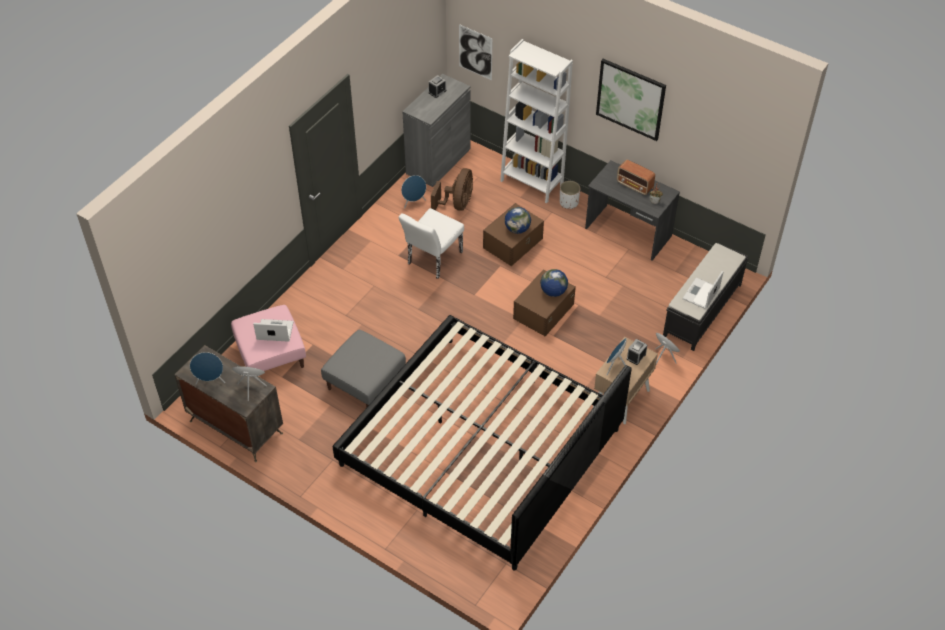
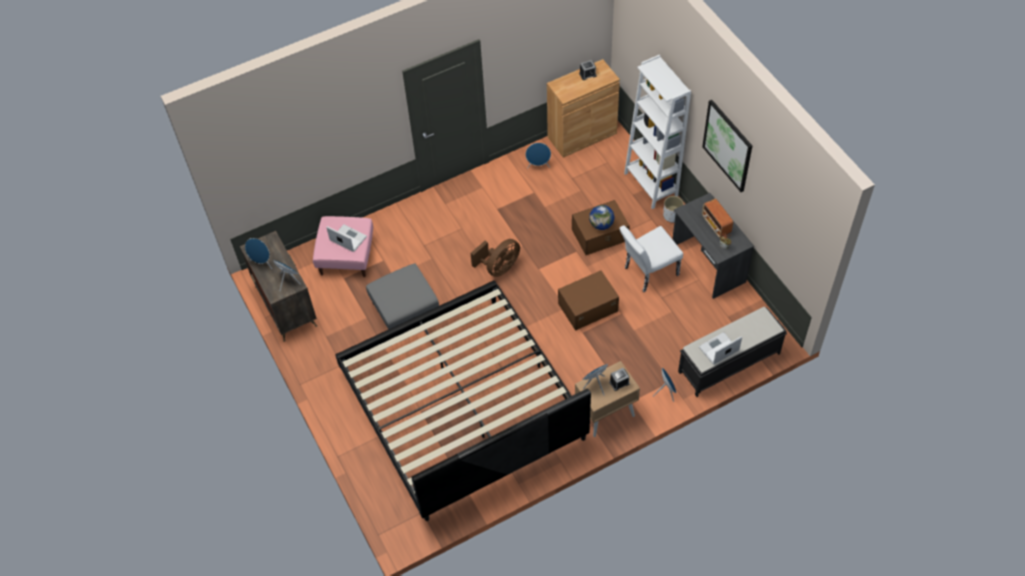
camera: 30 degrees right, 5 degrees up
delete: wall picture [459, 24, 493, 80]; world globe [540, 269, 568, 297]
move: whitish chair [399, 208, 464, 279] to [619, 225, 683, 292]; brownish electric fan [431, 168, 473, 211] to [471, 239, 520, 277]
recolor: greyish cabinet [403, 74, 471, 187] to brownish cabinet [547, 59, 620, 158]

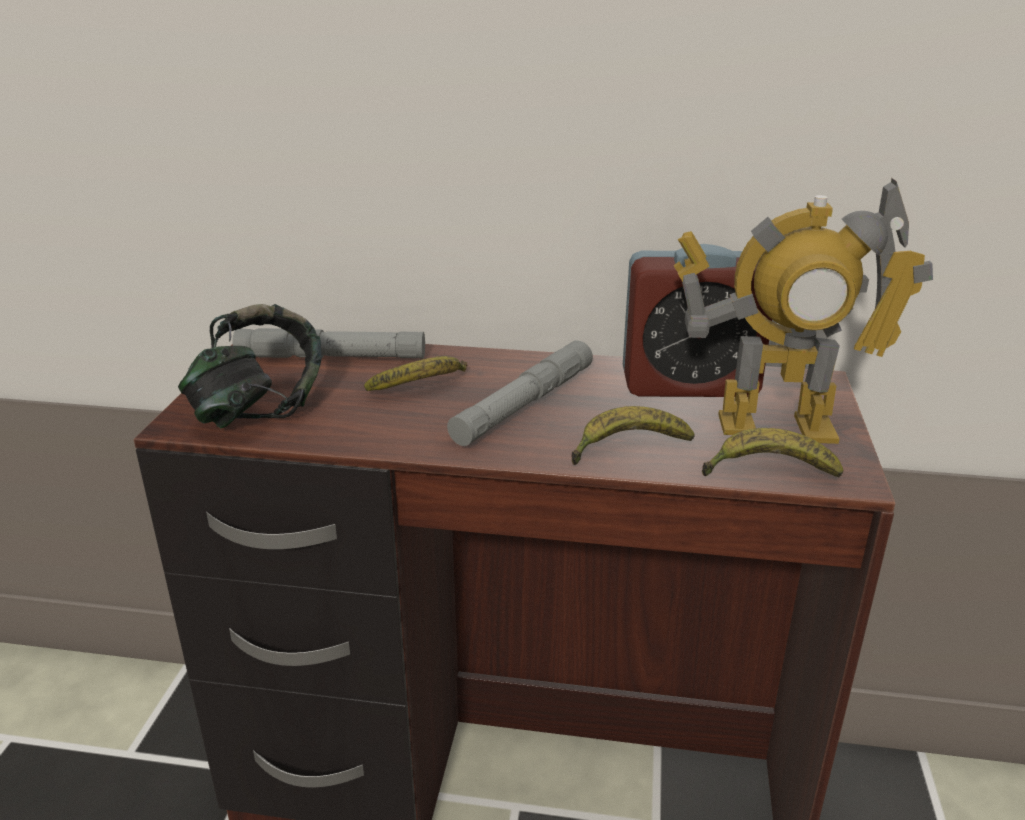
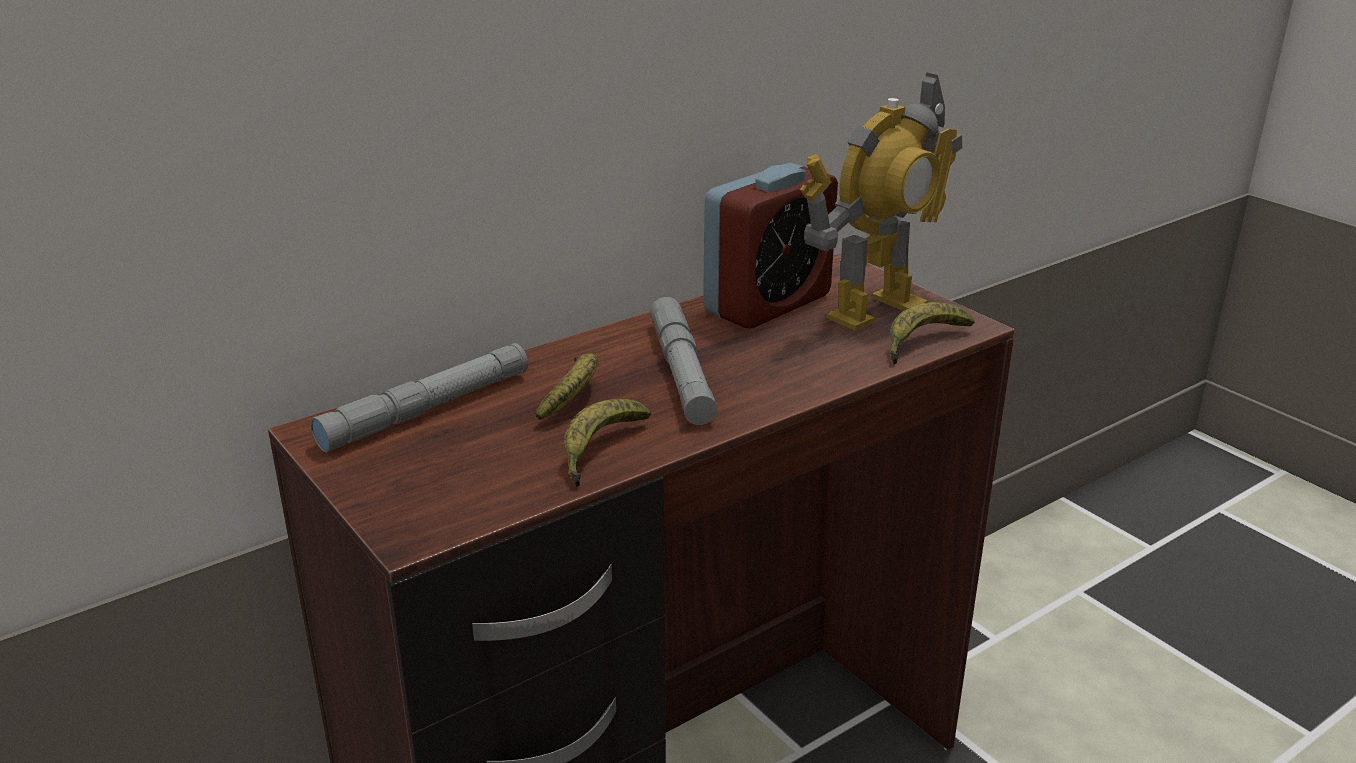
camera: 45 degrees left, 0 degrees up
delete: headset [178, 304, 322, 428]
move: whole banana [571, 406, 694, 465] to [564, 399, 651, 487]

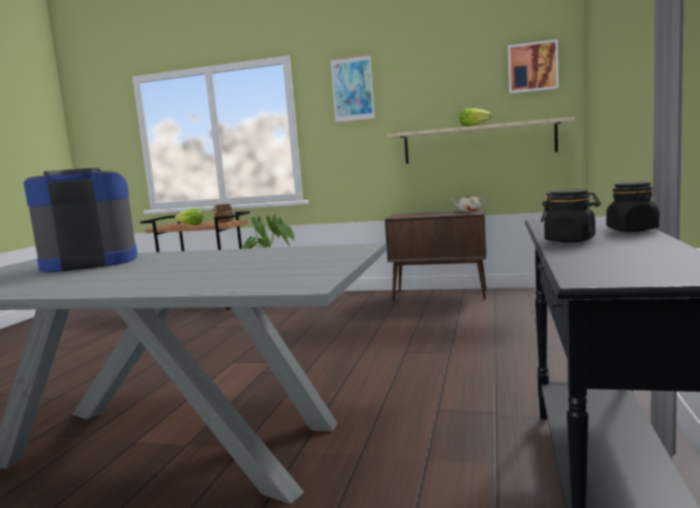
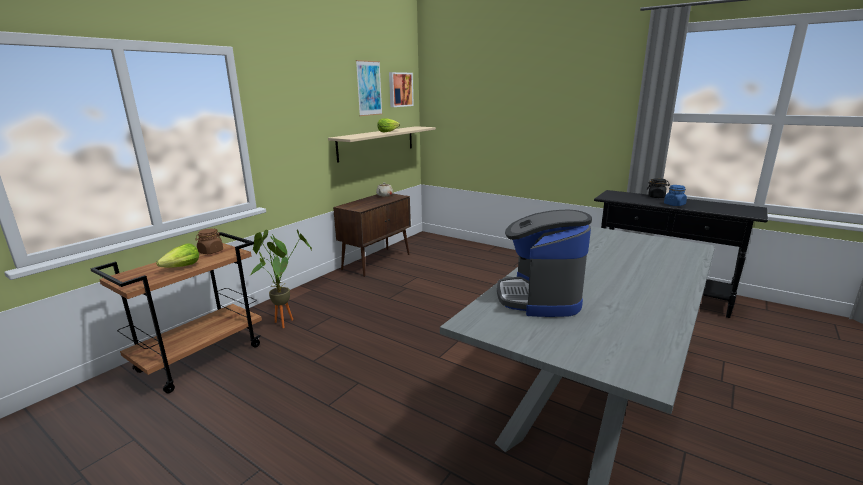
camera: 70 degrees left, 10 degrees up
move: wall picture [330, 54, 375, 123] to [356, 60, 383, 116]
recolor: black jar [541, 189, 601, 243] to blue-coloured jar [664, 185, 687, 206]

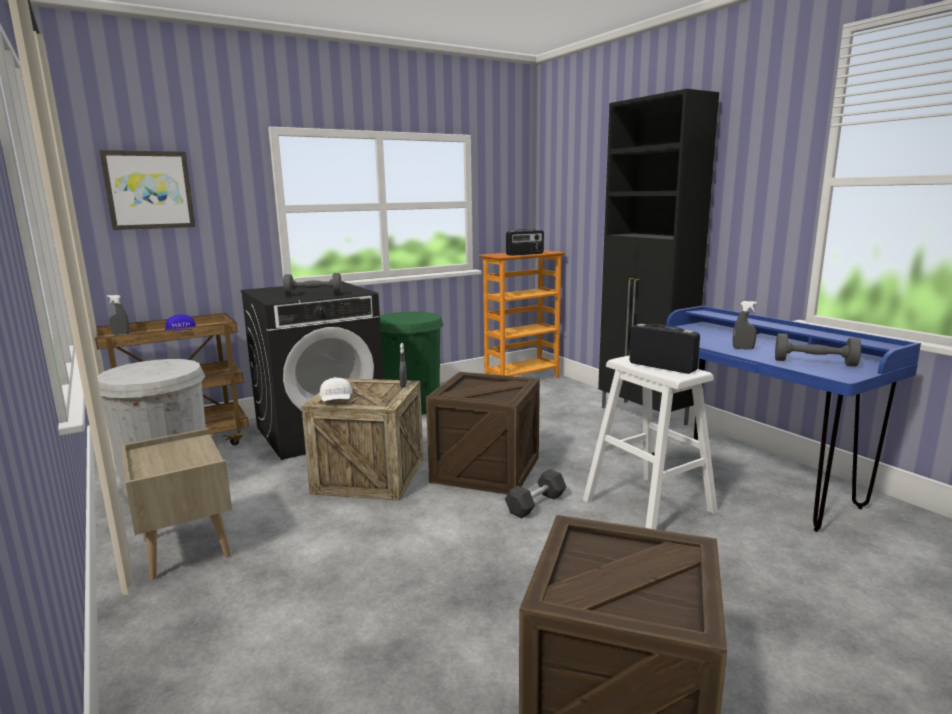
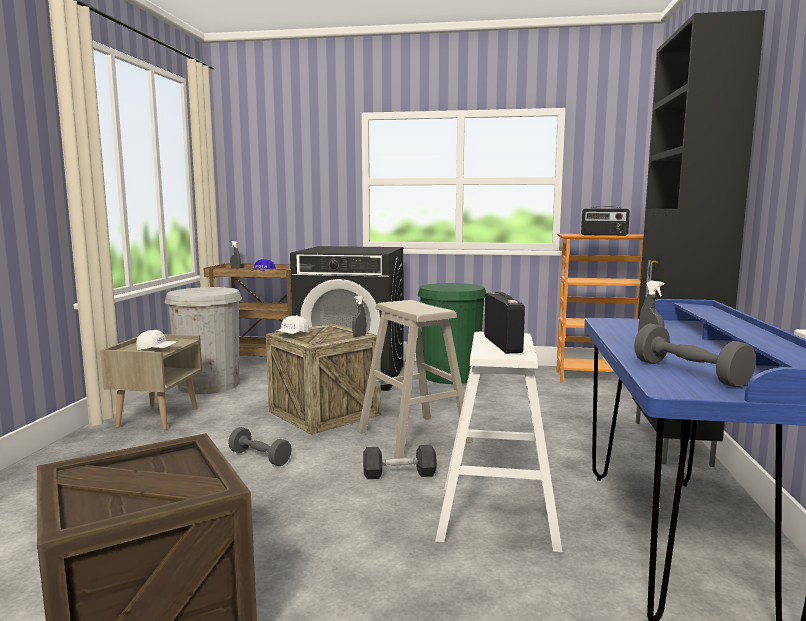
camera: 40 degrees right, 5 degrees down
delete: wall picture [99, 150, 196, 230]
insert: whitish baseball cap [136, 330, 178, 351]
move: greyish free weight [283, 273, 342, 296] to [228, 427, 292, 466]
replace: packing crate [426, 372, 540, 494] to sand-coloured stool [358, 300, 473, 459]

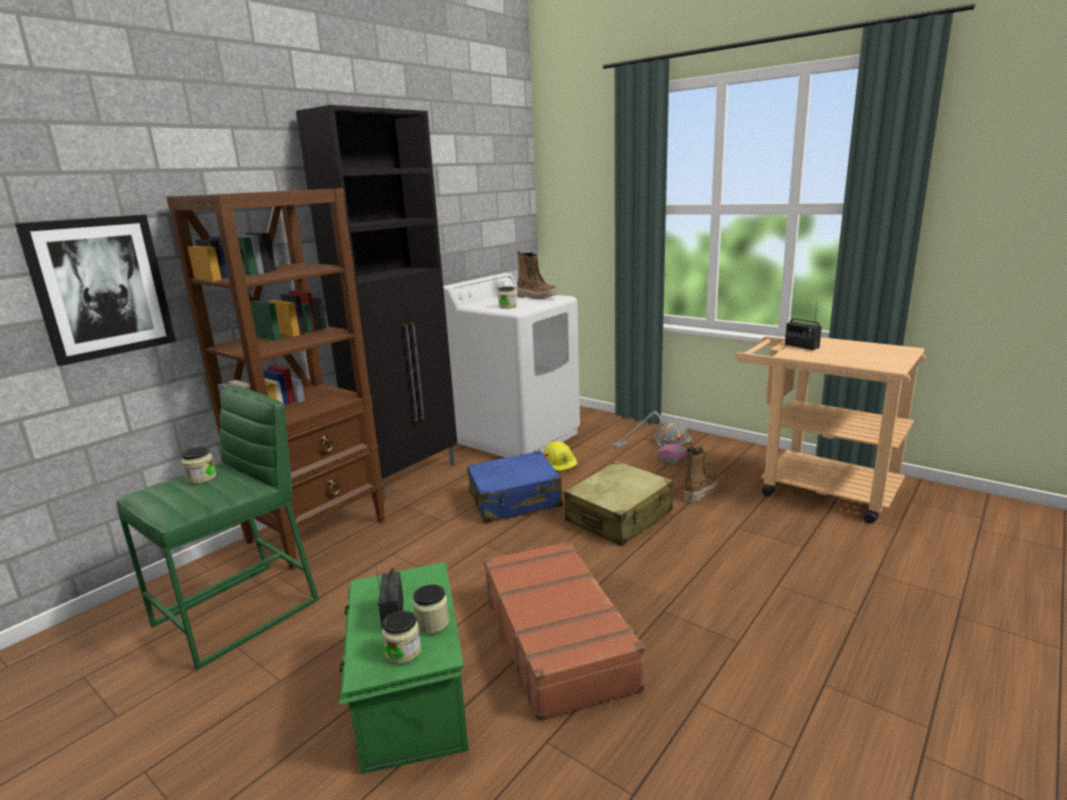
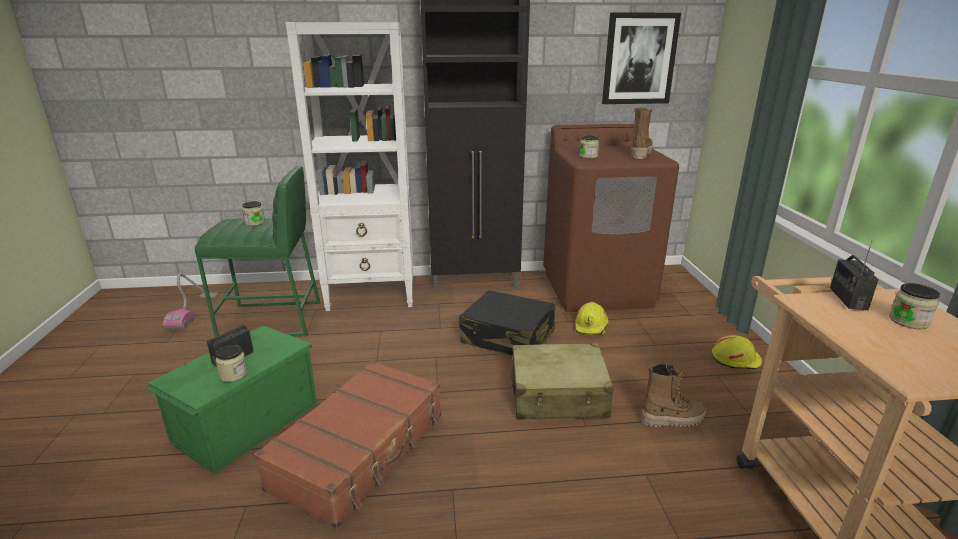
camera: 45 degrees right, 5 degrees up
move: wall picture [15, 215, 176, 366] to [602, 13, 681, 104]; jar [382, 611, 421, 664] to [889, 283, 940, 329]; hoover [612, 411, 687, 465] to [163, 273, 218, 330]
recolor: brownish shelving unit [166, 188, 386, 570] to whitish shelving unit [286, 22, 413, 311]; whitish laundry appliance [443, 273, 580, 458] to brownish laundry appliance [543, 124, 679, 312]; blue-coloured suitcase [467, 451, 563, 523] to black suitcase [459, 290, 555, 356]; greyish hard hat [658, 422, 693, 446] to yellow-coloured hard hat [712, 335, 762, 370]
rotate: boot [517, 251, 557, 299] = [631, 107, 653, 159] 150 degrees counterclockwise

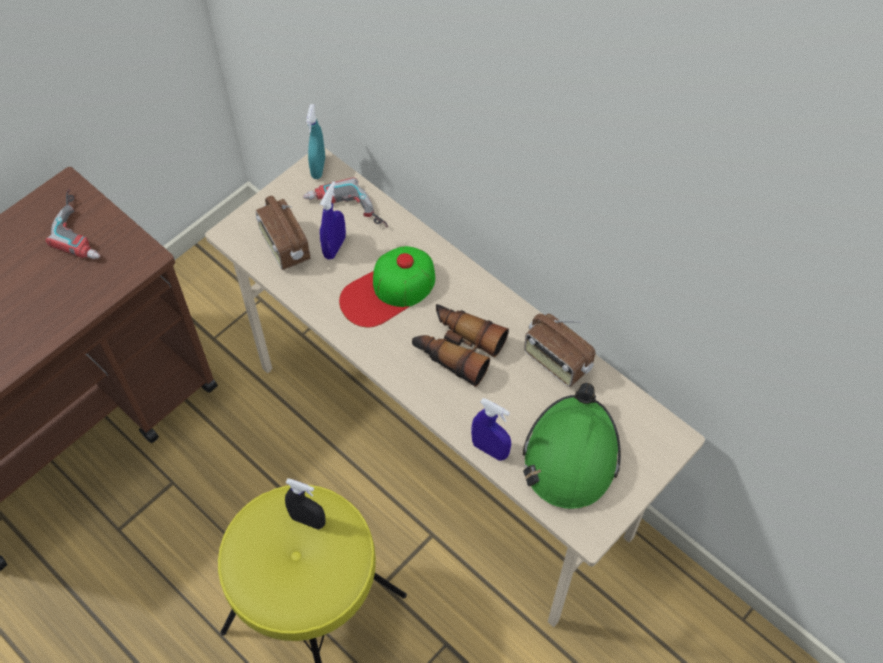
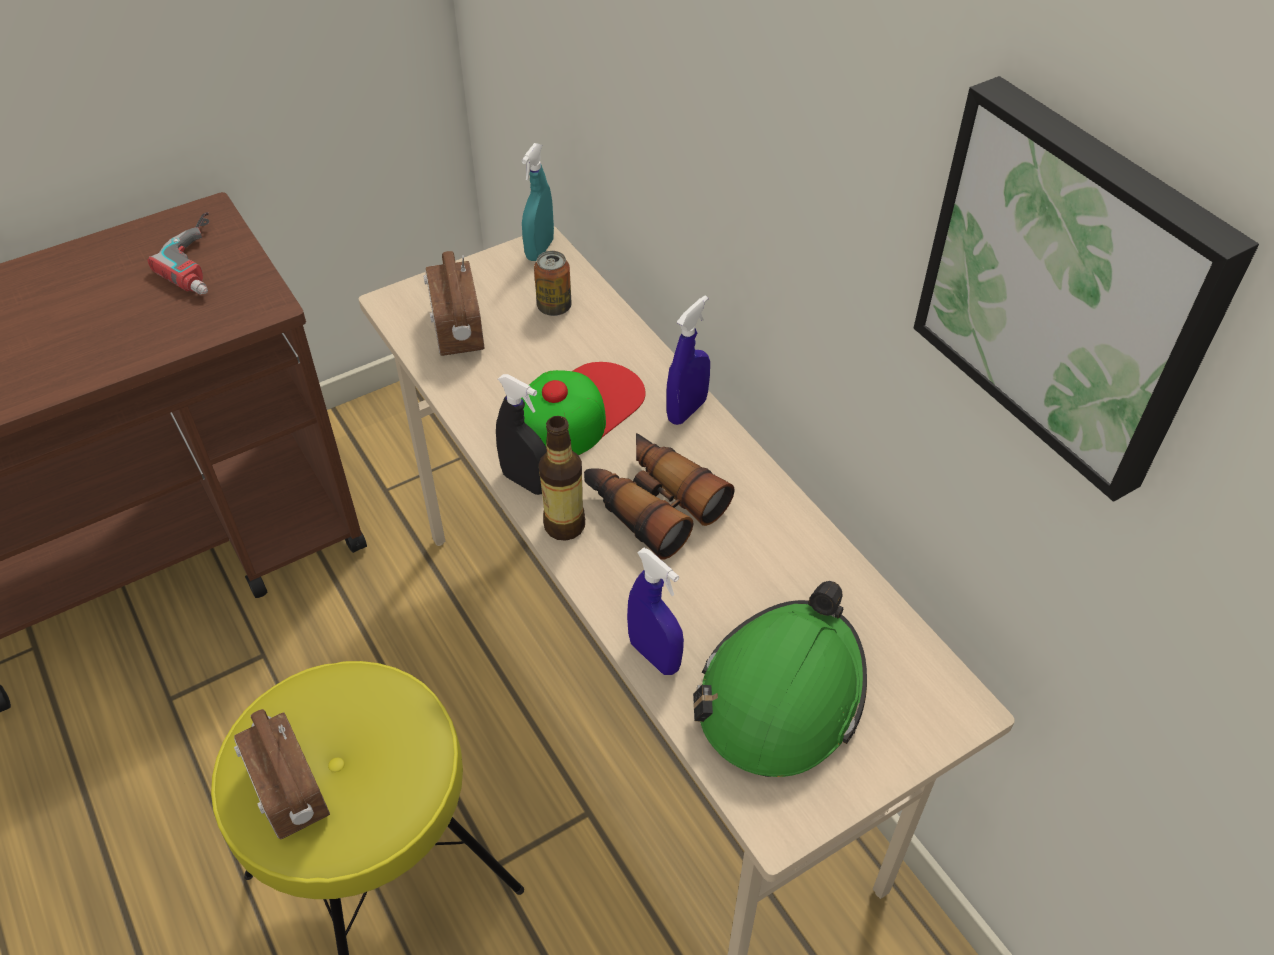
camera: 15 degrees right, 10 degrees down
insert: beverage bottle [539, 416, 585, 541]; wall picture [914, 76, 1259, 502]
move: black spray bottle [285, 478, 326, 530] to [496, 374, 547, 495]; blue-coloured spray bottle [320, 181, 346, 259] to [666, 296, 710, 425]; radio receiver [524, 313, 595, 387] to [234, 709, 330, 840]
replace: electric drill [303, 177, 388, 228] to sealed can [534, 251, 572, 316]
rotate: baseball cap [339, 246, 435, 328] = [521, 362, 646, 455] 150 degrees clockwise

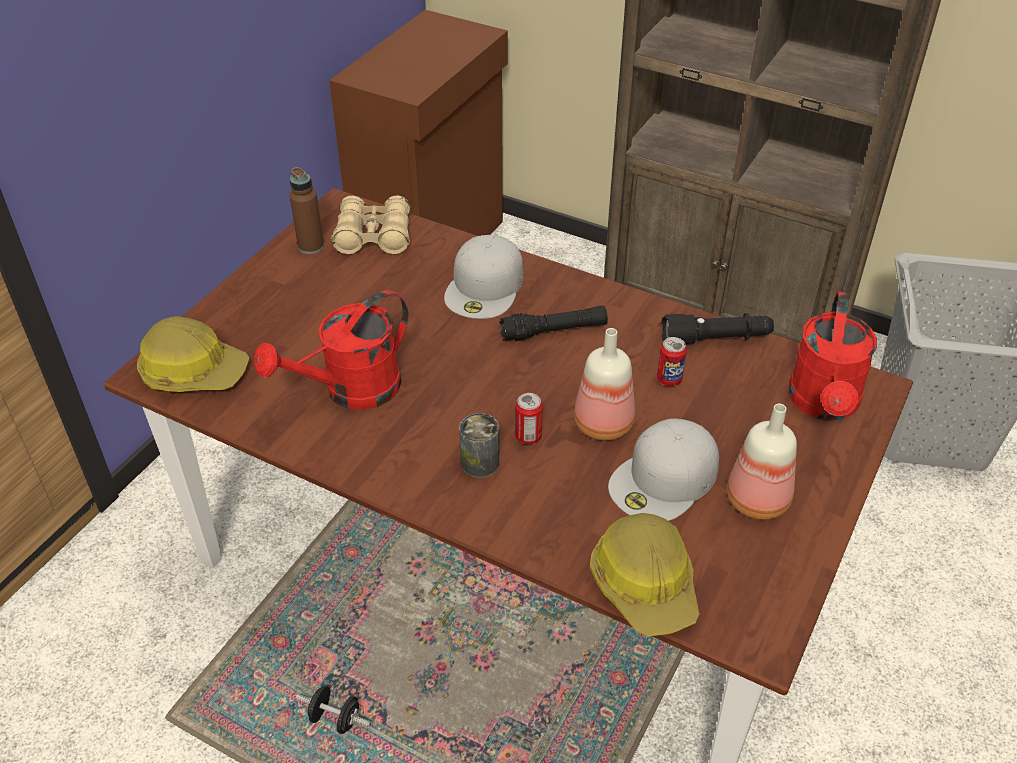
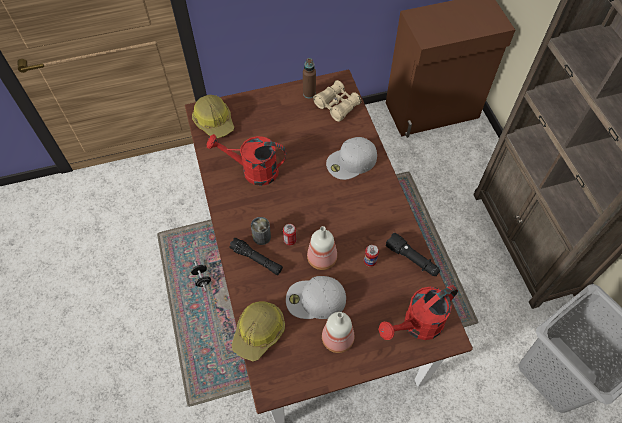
camera: 45 degrees right, 15 degrees up
move: black hand torch [499, 306, 608, 341] to [229, 238, 283, 275]

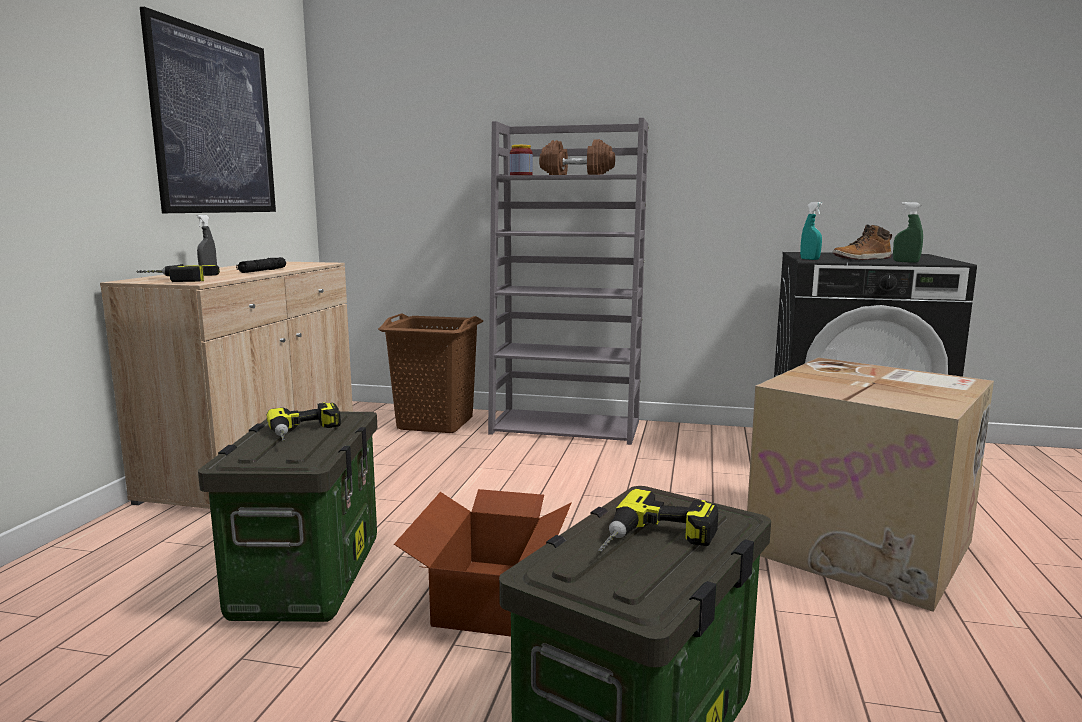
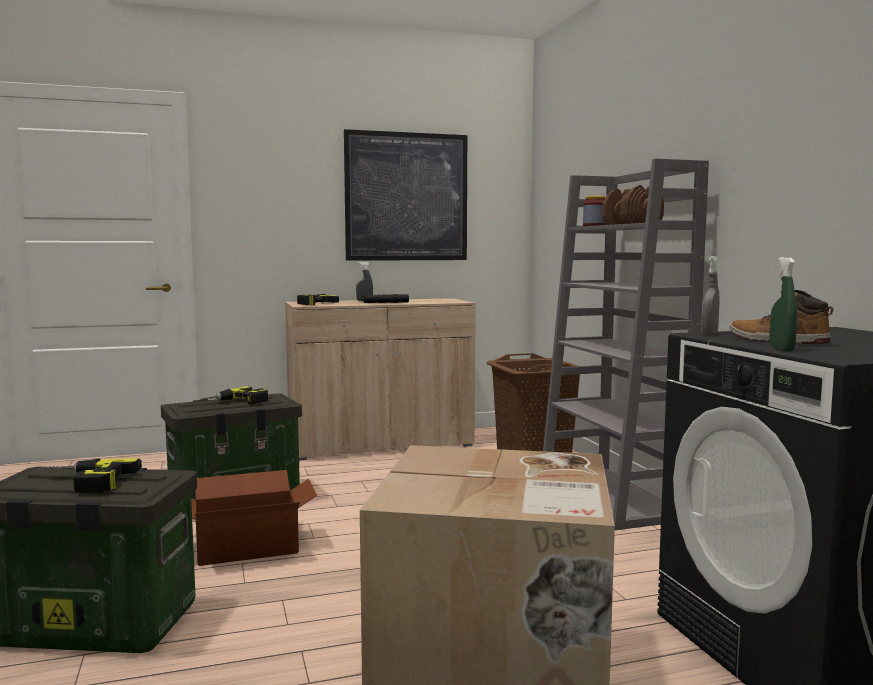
camera: 60 degrees right, 5 degrees down
recolor: blue-green spray bottle [800, 202, 822, 260] to greyish spray bottle [702, 256, 719, 334]

